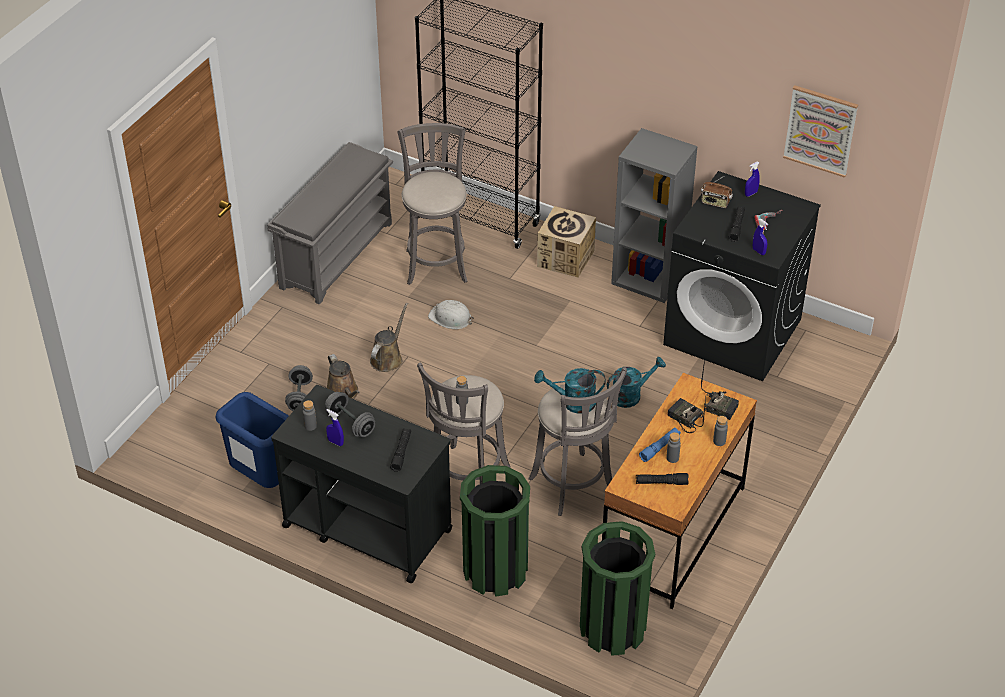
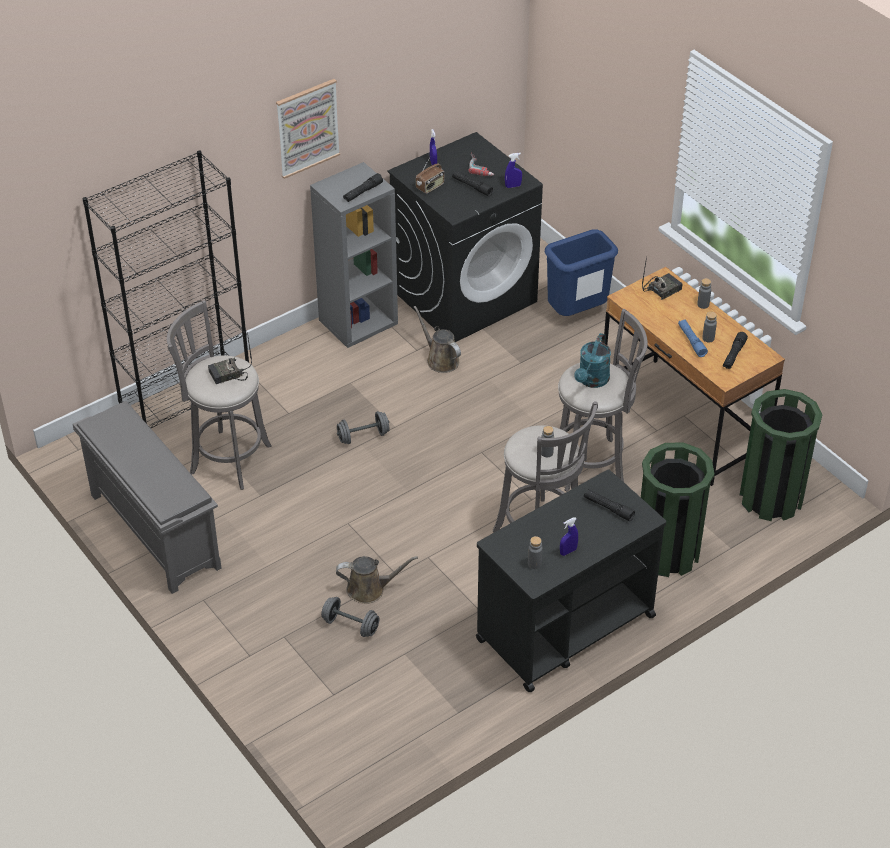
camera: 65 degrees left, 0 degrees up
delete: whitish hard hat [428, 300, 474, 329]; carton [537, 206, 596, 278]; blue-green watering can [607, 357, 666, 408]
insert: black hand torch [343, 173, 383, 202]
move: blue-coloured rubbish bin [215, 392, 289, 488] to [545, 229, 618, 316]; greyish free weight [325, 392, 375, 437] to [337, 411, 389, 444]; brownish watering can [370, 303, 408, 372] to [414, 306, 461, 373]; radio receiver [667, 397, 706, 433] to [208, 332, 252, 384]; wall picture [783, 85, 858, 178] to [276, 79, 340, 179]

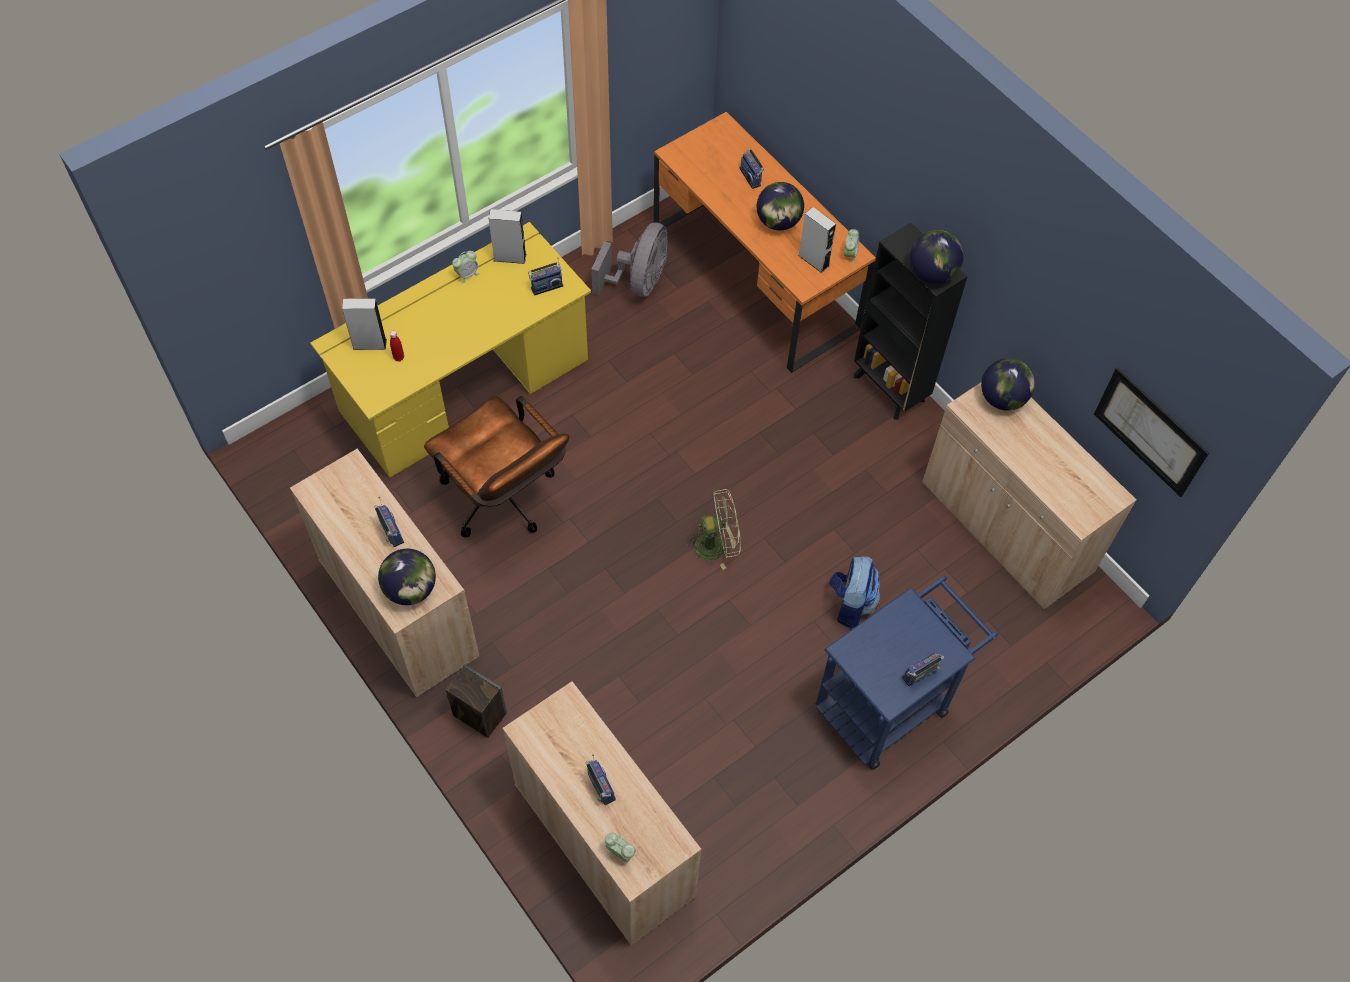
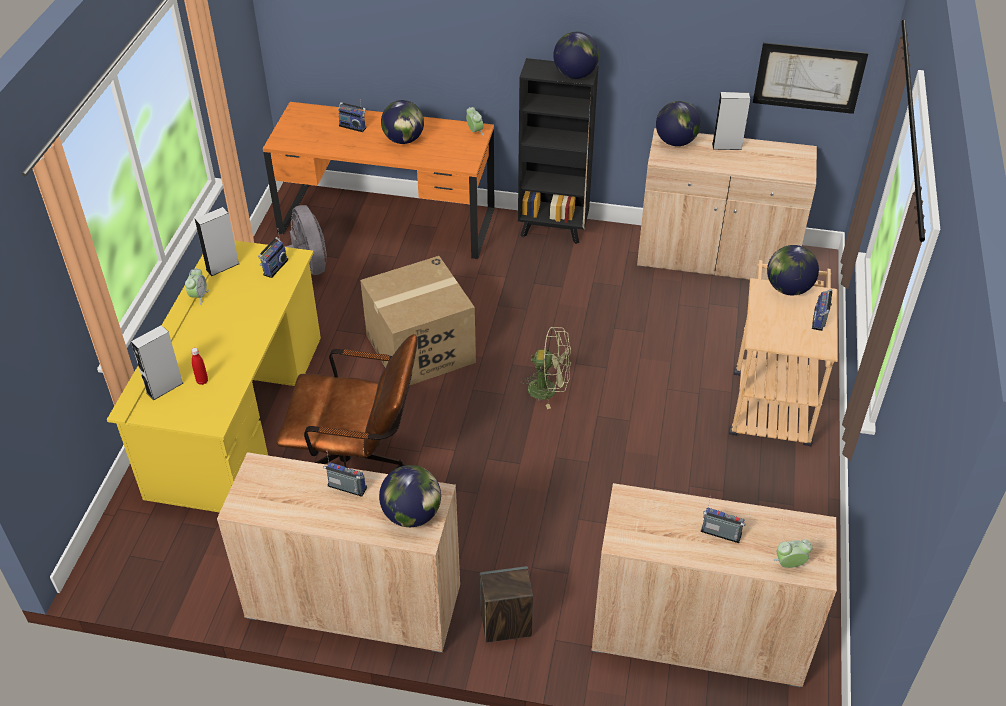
camera: 40 degrees left, 15 degrees down
delete: rucksack [830, 556, 880, 628]
insert: carton [360, 256, 476, 386]; world globe [767, 245, 819, 295]
move: greyish audio speaker [798, 207, 836, 273] to [712, 92, 750, 150]
recolor: blue-coloured wheeled cart [816, 575, 999, 770] to sand-coloured wheeled cart [729, 260, 838, 447]
rotate: green electric fan [685, 489, 741, 570] = [521, 327, 571, 409] 60 degrees clockwise

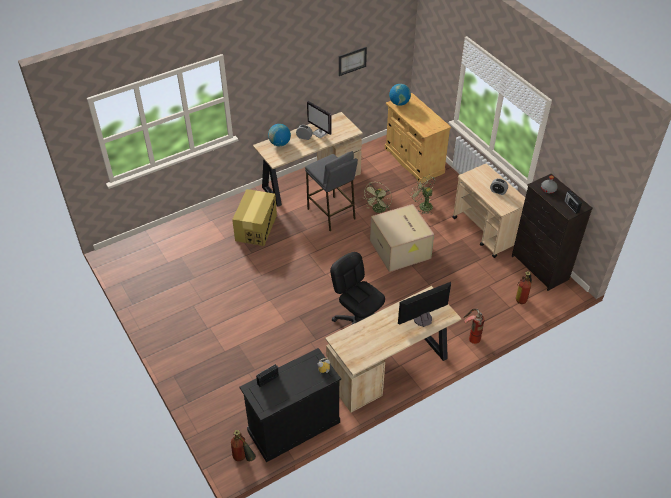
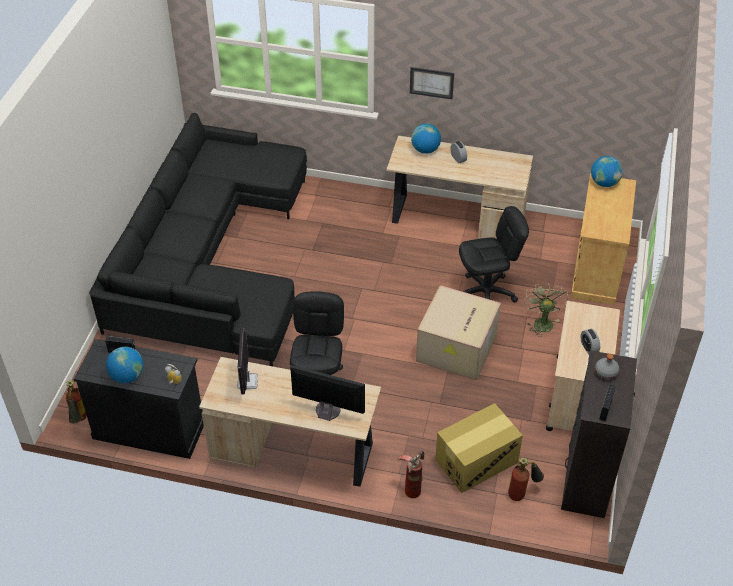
camera: 45 degrees right, 0 degrees up
delete: greyish stool [305, 151, 358, 231]
insert: black sofa [89, 113, 307, 366]; world globe [106, 347, 143, 383]
move: carton [232, 189, 277, 246] to [435, 403, 523, 493]; computer screen [307, 101, 331, 138] to [237, 328, 258, 394]; wall picture [339, 47, 367, 76] to [410, 67, 454, 99]
replace: green electric fan [363, 182, 392, 213] to black desk chair [459, 206, 529, 302]

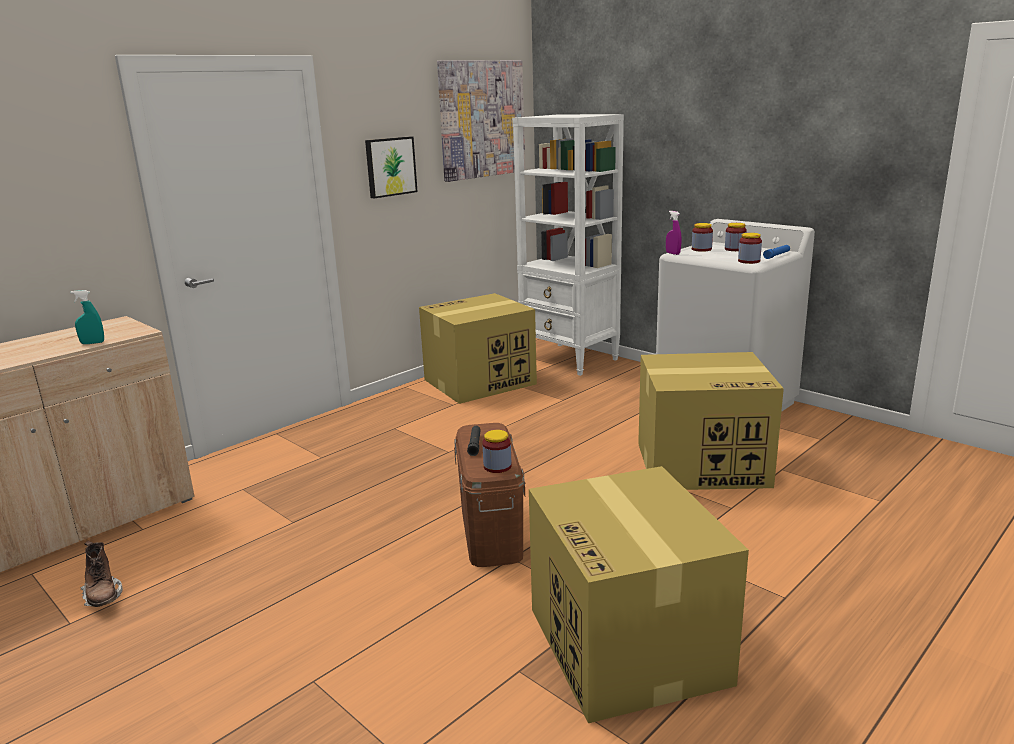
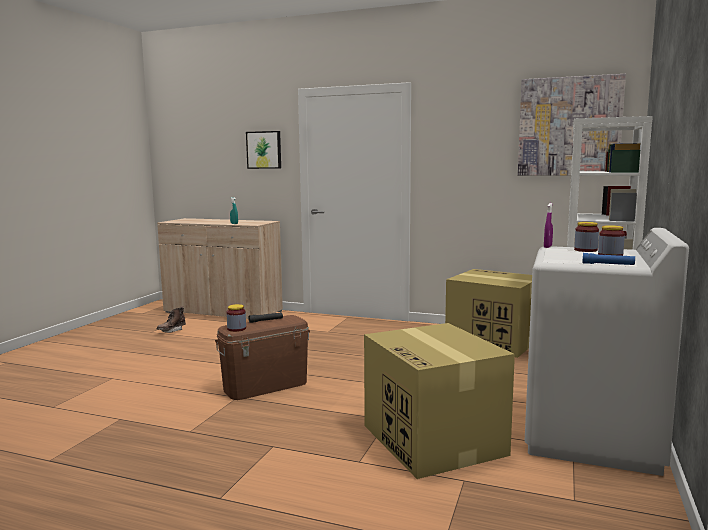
camera: 65 degrees right, 10 degrees down
delete: carton [529, 466, 749, 723]; jar [738, 233, 762, 264]
move: wall picture [365, 136, 418, 198] to [246, 131, 281, 169]

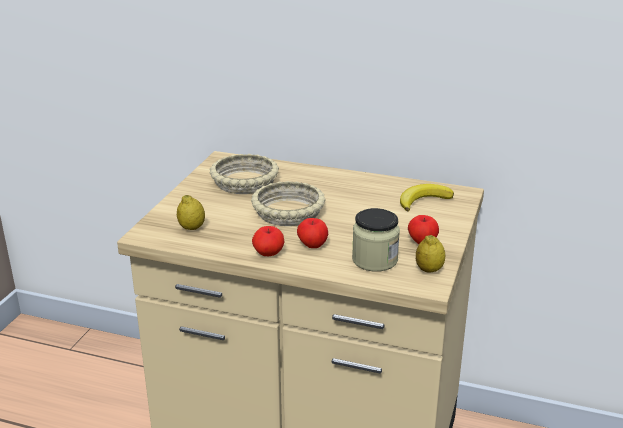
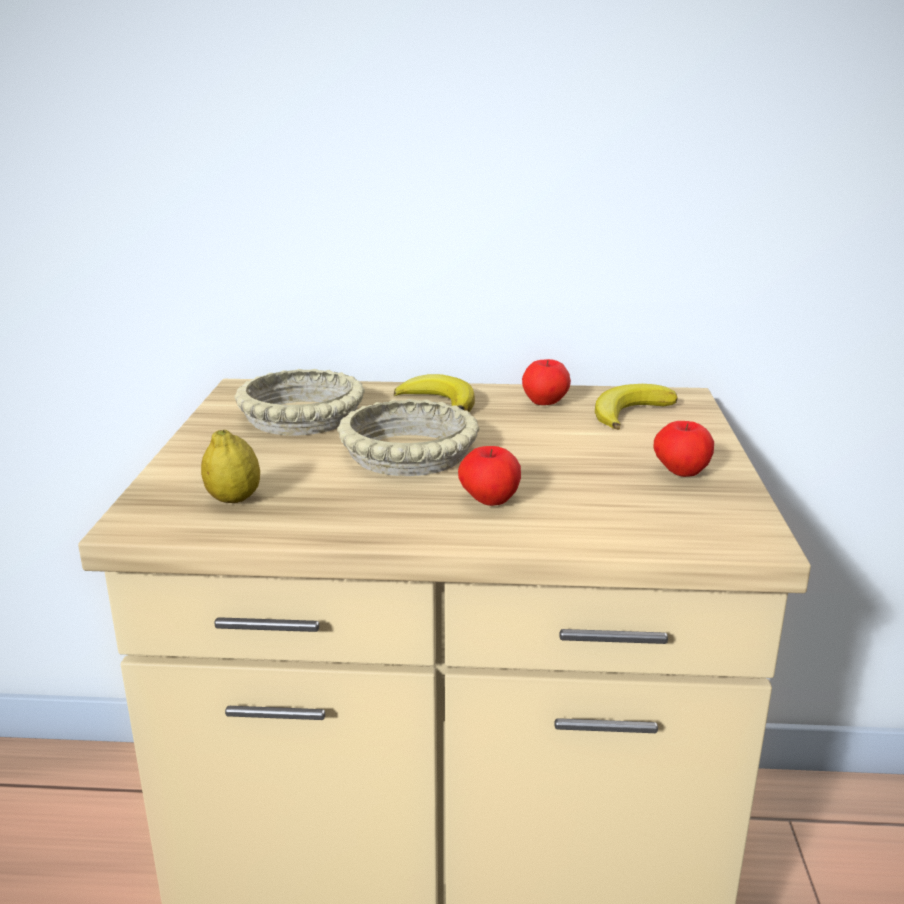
camera: 15 degrees left, 5 degrees down
delete: jar [352, 208, 400, 272]; citrus fruit [416, 235, 445, 273]
insert: whole banana [394, 374, 475, 412]
move: apple [252, 226, 284, 256] to [522, 359, 571, 405]

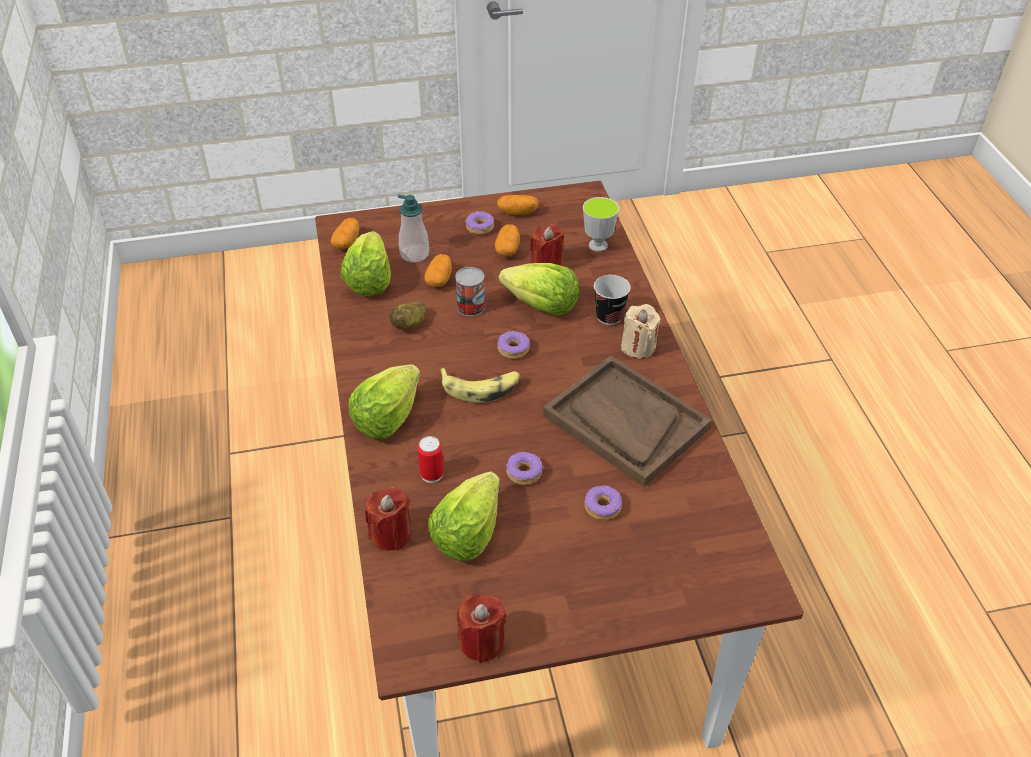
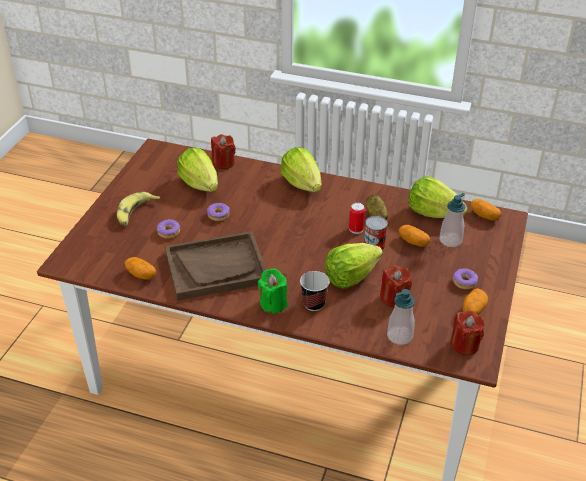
camera: 120 degrees right, 5 degrees down
delete: doughnut [497, 331, 530, 359]
move: sealed can [418, 436, 444, 483] to [349, 203, 365, 234]; whole banana [440, 368, 520, 403] to [117, 192, 160, 226]; red candle [457, 594, 507, 663] to [450, 311, 484, 355]; potato [495, 224, 520, 256] to [125, 257, 156, 280]
replace: drinking cup [583, 197, 619, 252] to liquid soap bottle [387, 289, 415, 345]
recolor: sand-coloured candle [621, 304, 660, 359] to green candle [258, 268, 288, 314]

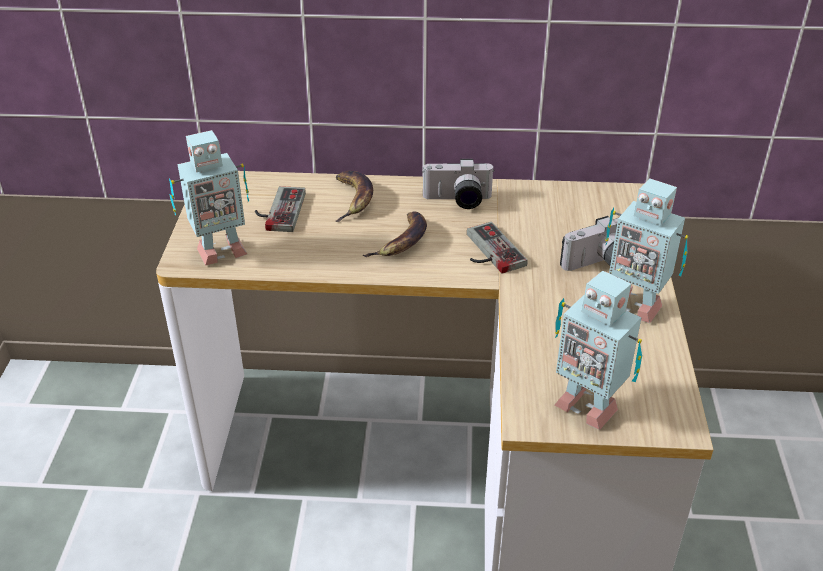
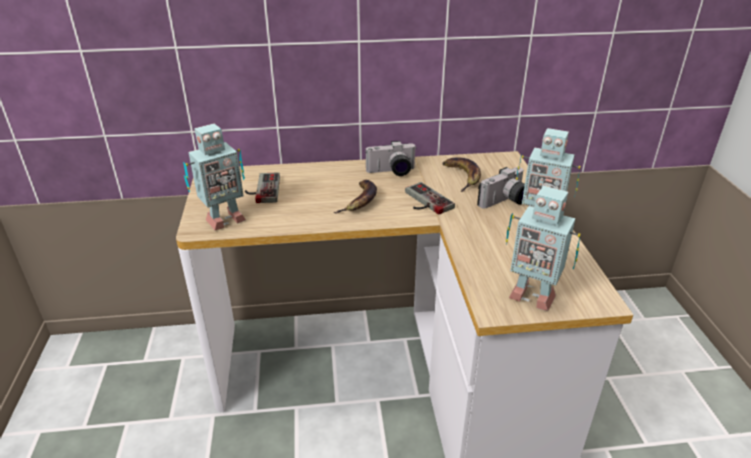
camera: 10 degrees left, 5 degrees down
move: whole banana [336, 171, 373, 222] to [442, 158, 481, 192]

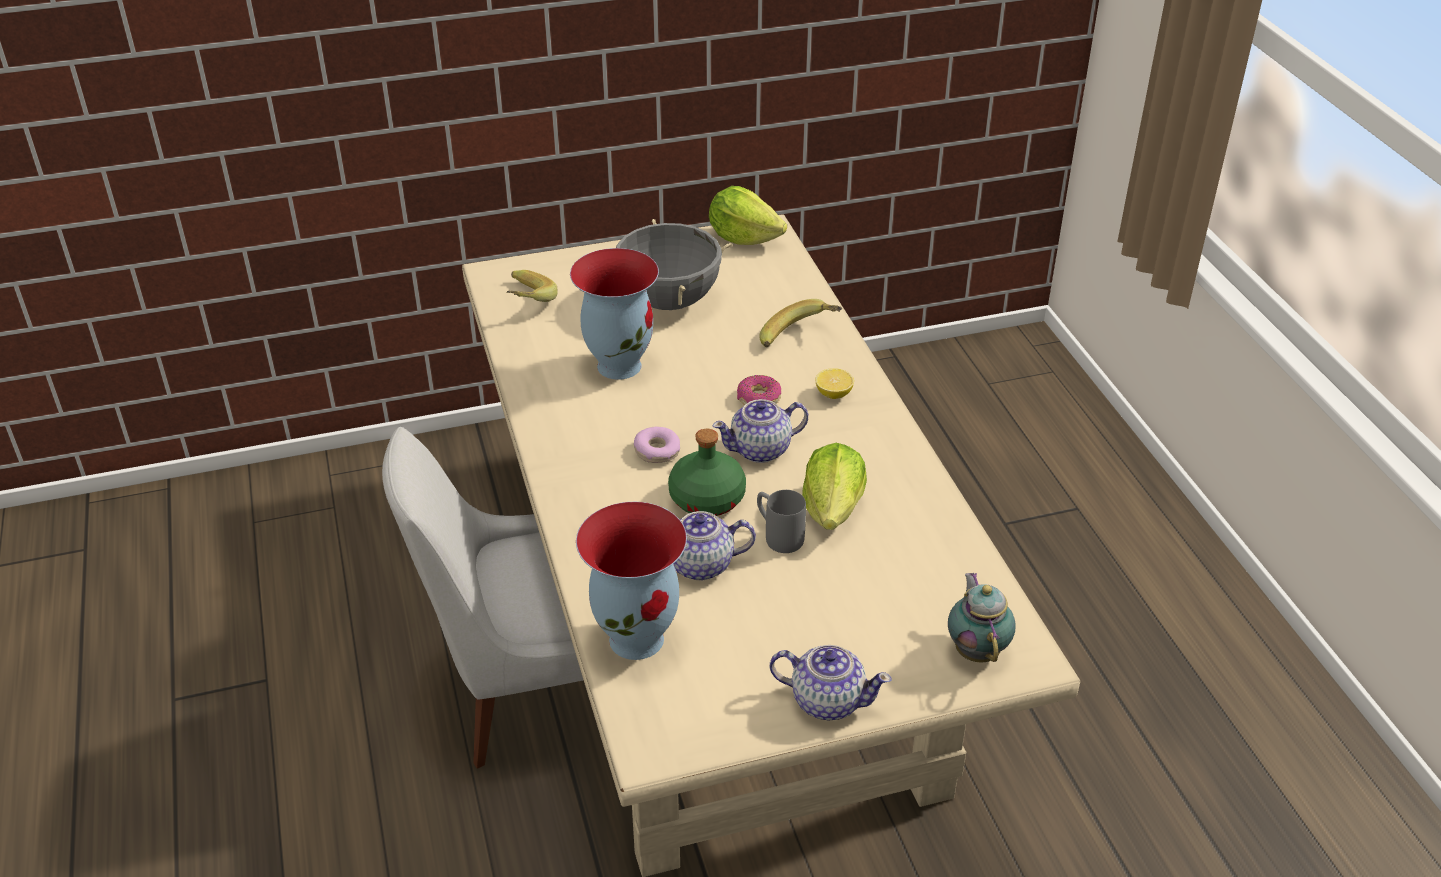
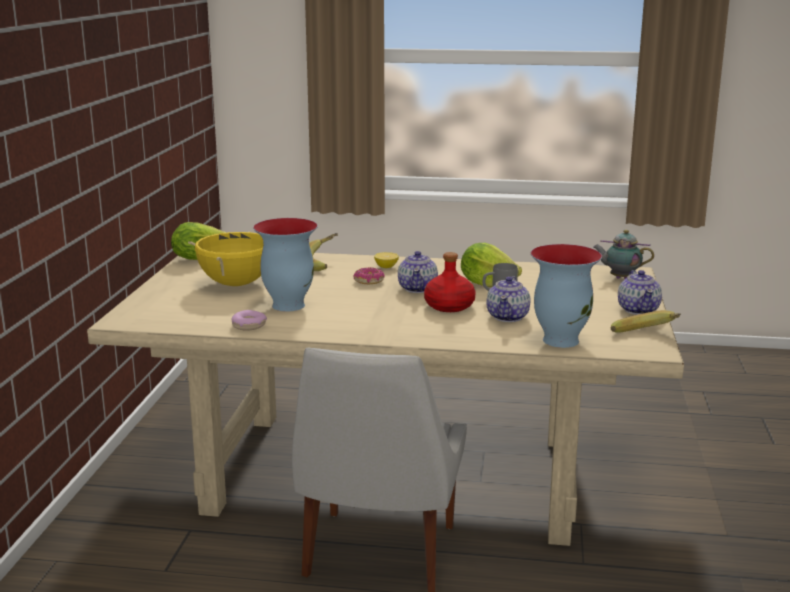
camera: 65 degrees left, 20 degrees down
move: whole banana [506, 270, 558, 302] to [611, 310, 681, 333]; doughnut [634, 426, 680, 463] to [232, 310, 267, 331]
recolor: greyish stockpot [616, 219, 733, 310] to yellow-coloured stockpot [188, 231, 263, 286]; green beverage bottle [668, 429, 746, 516] to red beverage bottle [424, 252, 476, 312]
rotate: pot for tea [770, 645, 892, 721] = [618, 270, 662, 315] 135 degrees clockwise

